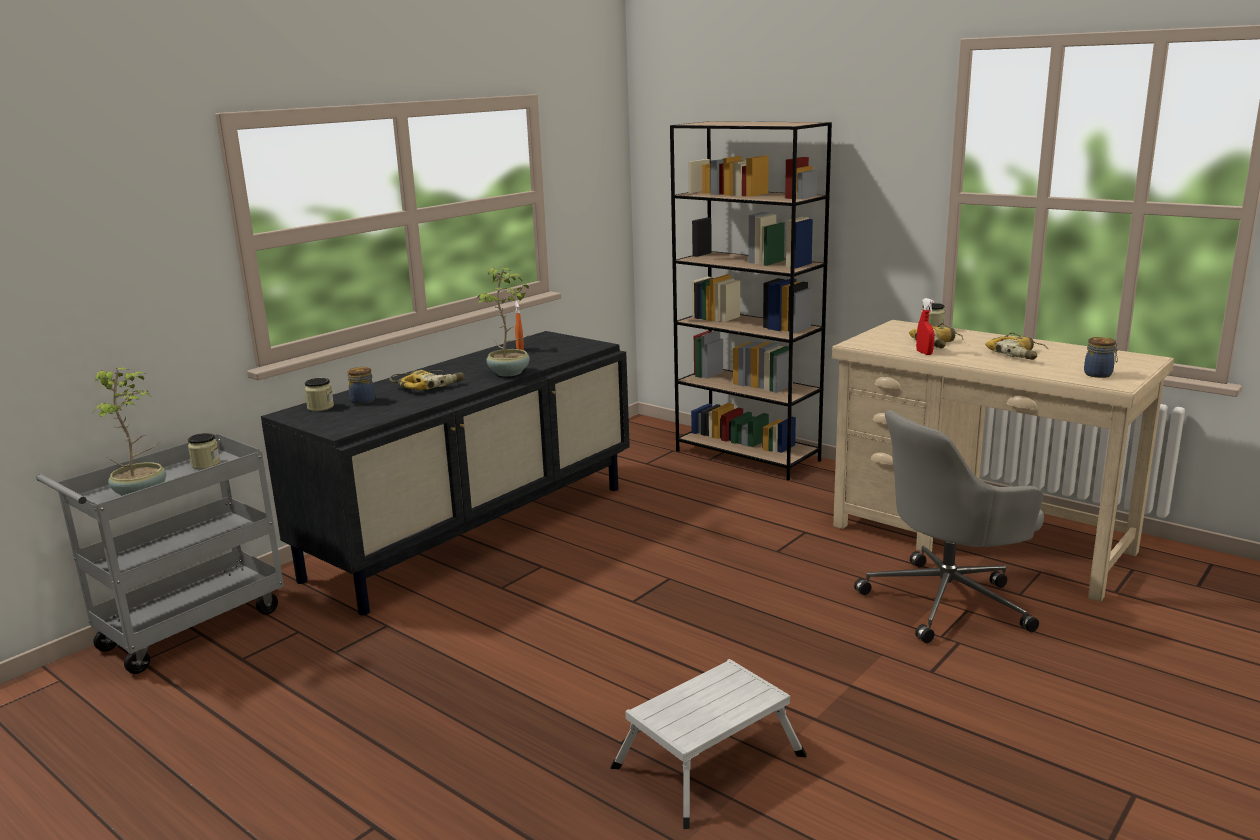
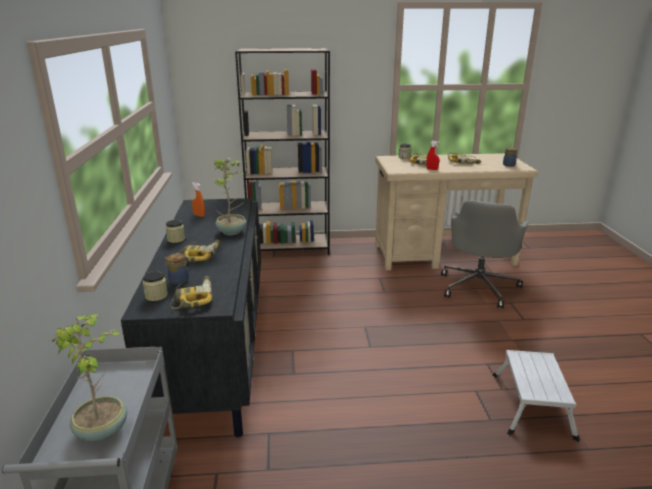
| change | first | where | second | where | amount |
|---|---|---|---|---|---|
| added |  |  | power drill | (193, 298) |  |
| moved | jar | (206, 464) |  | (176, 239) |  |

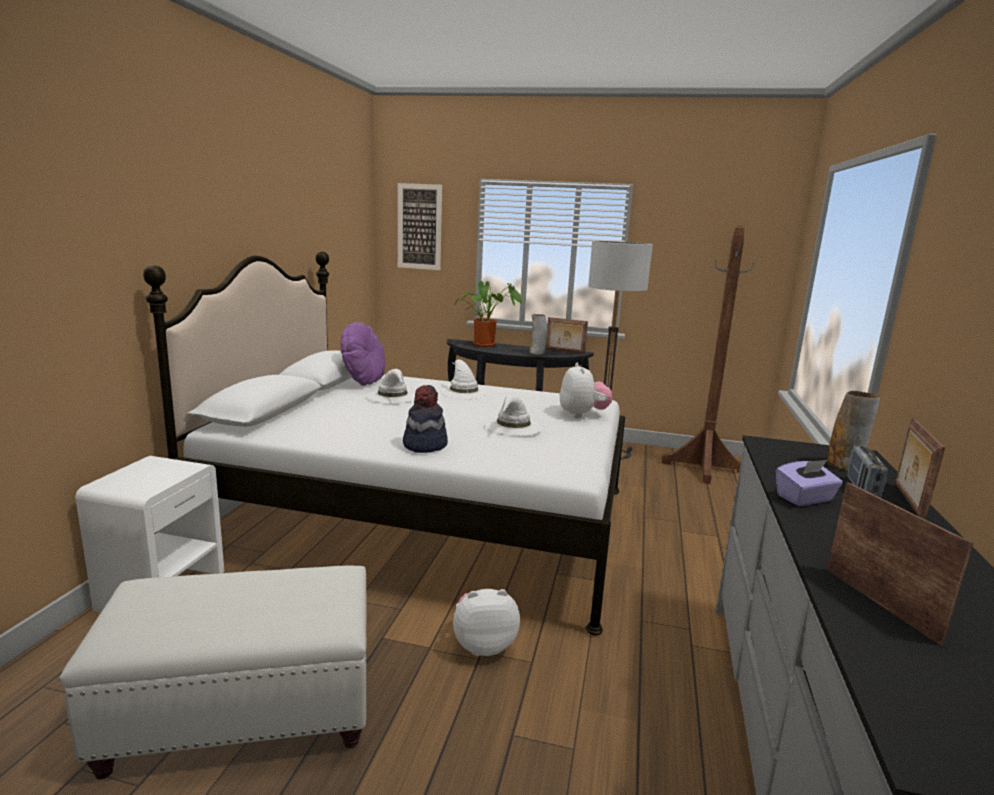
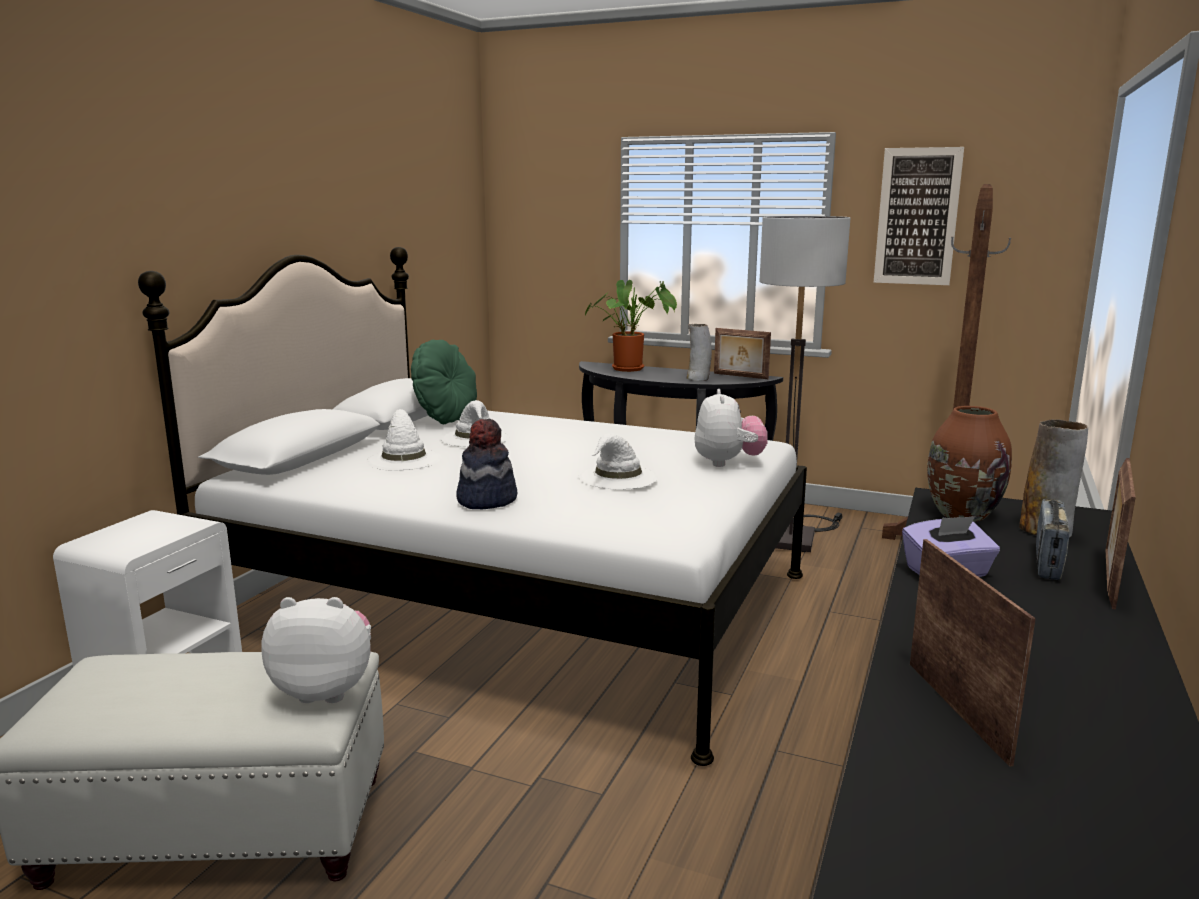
| change | first | where | second | where | amount |
|---|---|---|---|---|---|
| added |  |  | vase (brown) | (962, 514) |  |
| moved | picture | (419, 227) |  | (917, 217) |  |
| moved | hat (white) | (463, 392) |  | (403, 459) |  |
| moved | plush toy | (483, 645) |  | (326, 690) |  |
| recoloured | pillow (purple) | (363, 382) | pillow (green) | (446, 420) |  |

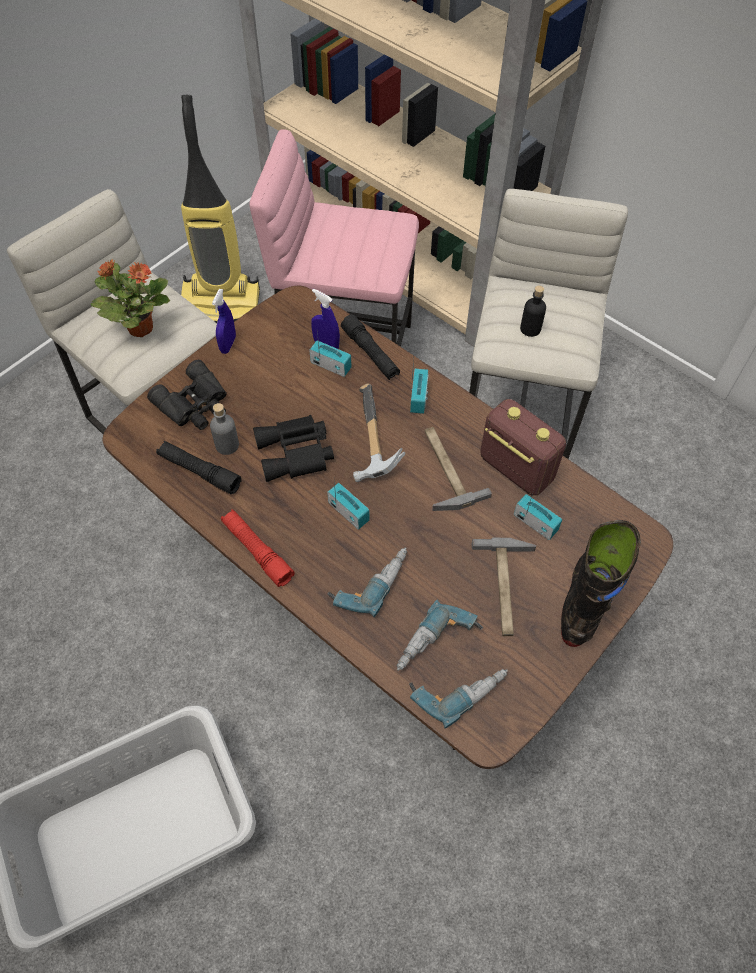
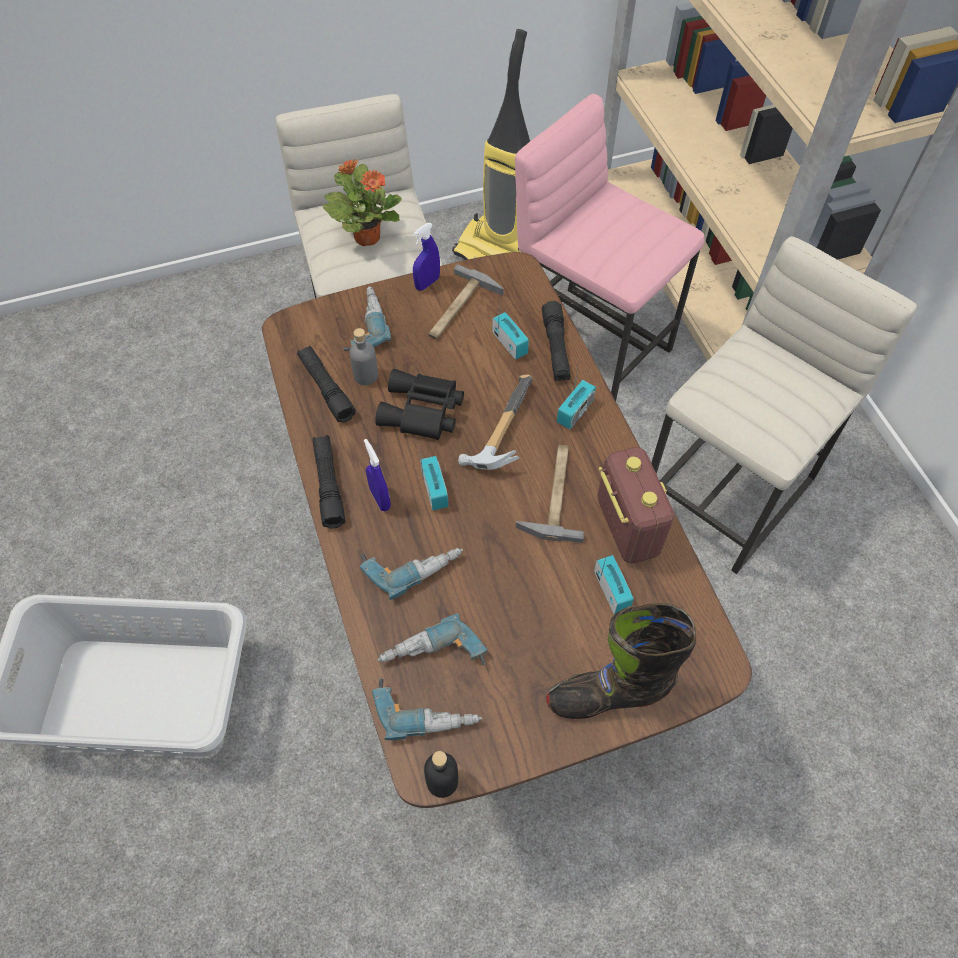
| change | first | where | second | where | amount |
|---|---|---|---|---|---|
| moved | spray bottle (blue) | (326, 345) |  | (380, 498) |  |
| moved | hammer | (506, 588) |  | (459, 309) |  |
| moved | bottle (black) | (530, 329) |  | (442, 781) |  |
| replaced | binoculars (black) | (195, 404) | power drill | (362, 326) |  |
| recoloured | flashlight (red) | (257, 551) | flashlight (black) | (328, 485) |  |
| turned | boot (black) | (583, 602) |  | (608, 694) | 150 degrees counterclockwise |

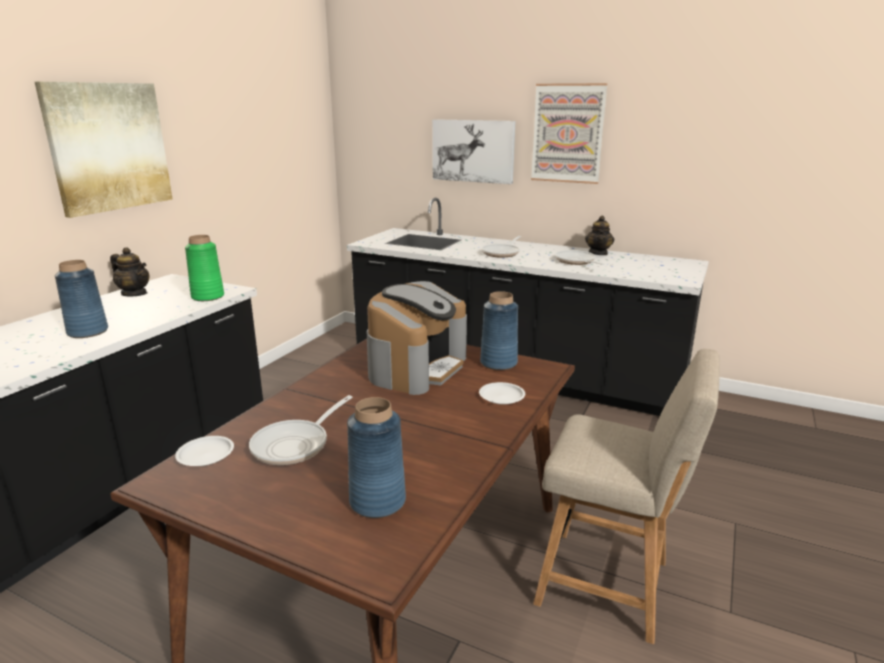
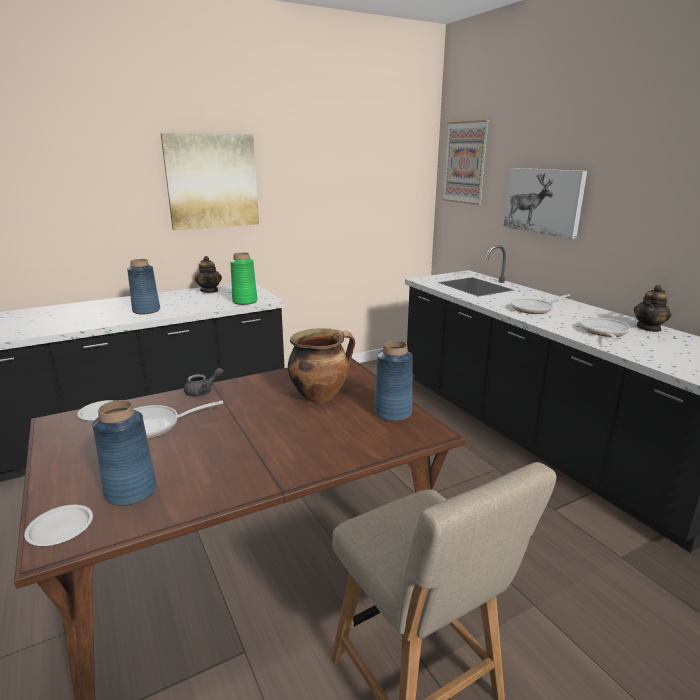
| change | first | where | second | where | amount |
|---|---|---|---|---|---|
| added |  |  | teapot (grey) | (203, 391) |  |
| moved | plate (white) | (501, 396) |  | (61, 528) |  |
| moved | picture | (567, 133) |  | (465, 162) |  |
| replaced | coffee machine | (417, 367) | cooking pot | (320, 395) |  |

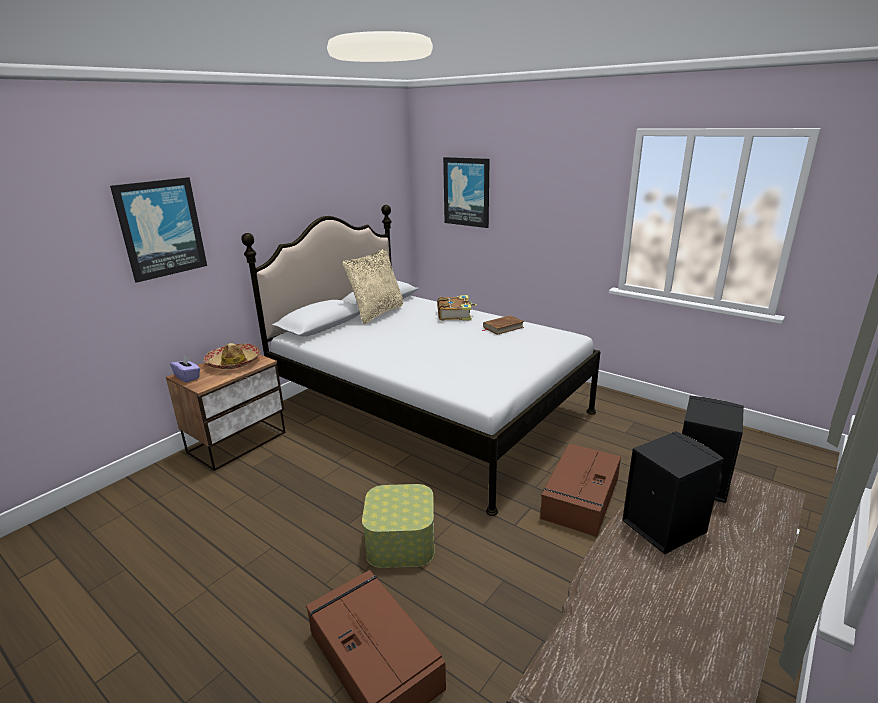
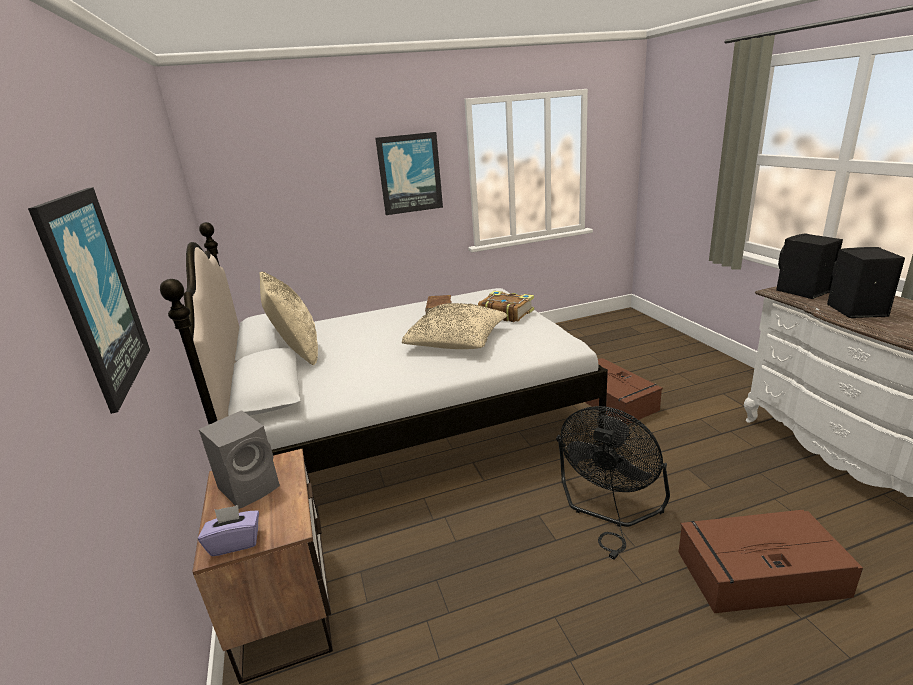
| change | first | where | second | where | amount |
|---|---|---|---|---|---|
| added |  |  | pillow (beige) | (456, 339) |  |
| moved | book | (455, 314) |  | (505, 313) |  |
| moved | picture | (467, 192) |  | (410, 173) |  |
| replaced | hat | (233, 362) | speaker (grey) | (251, 486) |  |
| replaced | storage box | (401, 541) | fan (black) | (607, 510) |  |

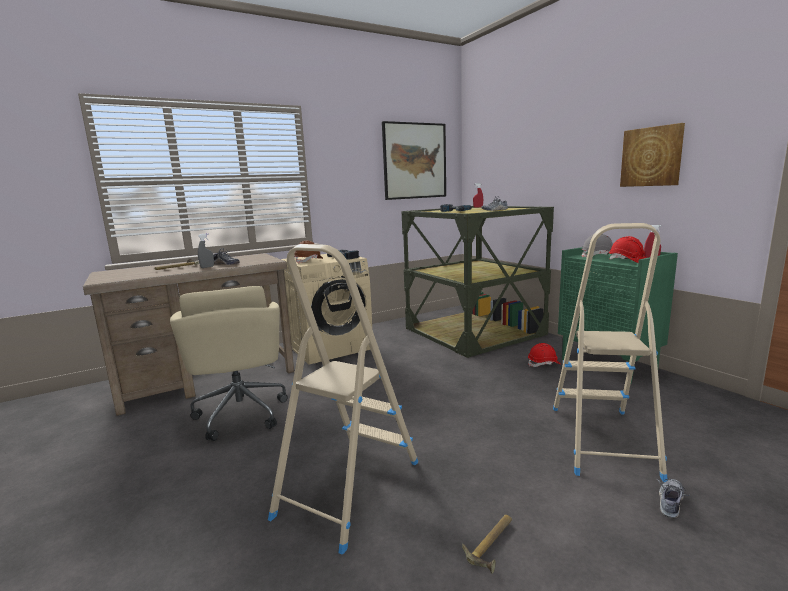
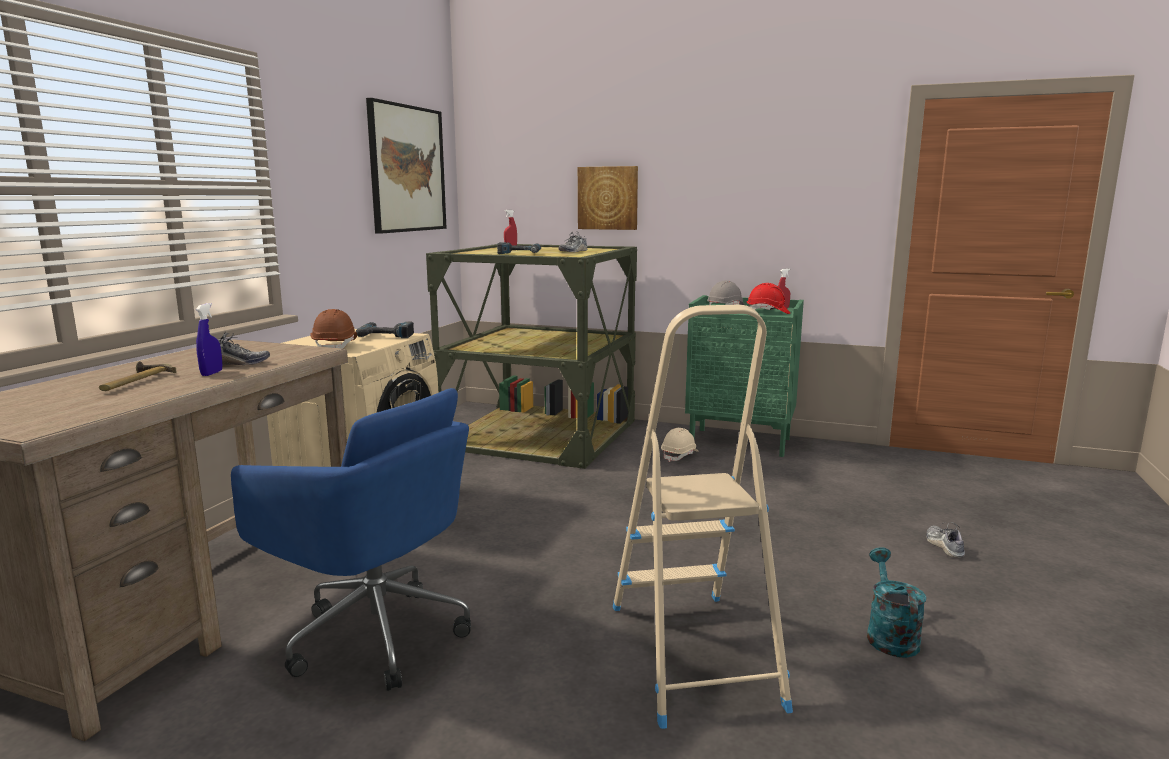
| change | first | where | second | where | amount |
|---|---|---|---|---|---|
| removed | step ladder (beige) | (601, 438) |  |  |  |
| moved | picture | (651, 157) |  | (608, 198) |  |
| replaced | hammer | (493, 544) | watering can (turquoise) | (889, 635) |  |
| recoloured | office chair (beige) | (241, 413) | office chair (blue) | (371, 636) |  |
| recoloured | spray bottle (grey) | (207, 267) | spray bottle (blue) | (211, 373) |  |
| recoloured | hard hat (red) | (544, 364) | hard hat (beige) | (680, 455) |  |

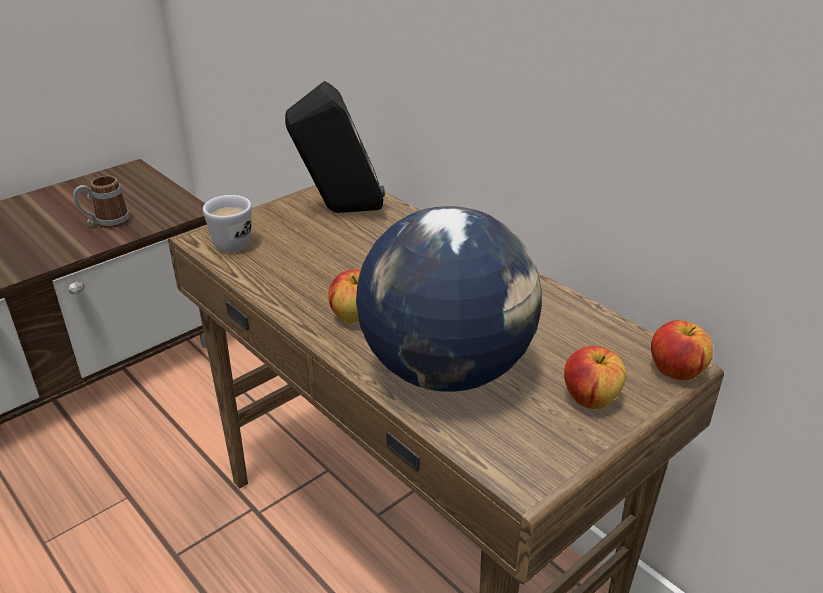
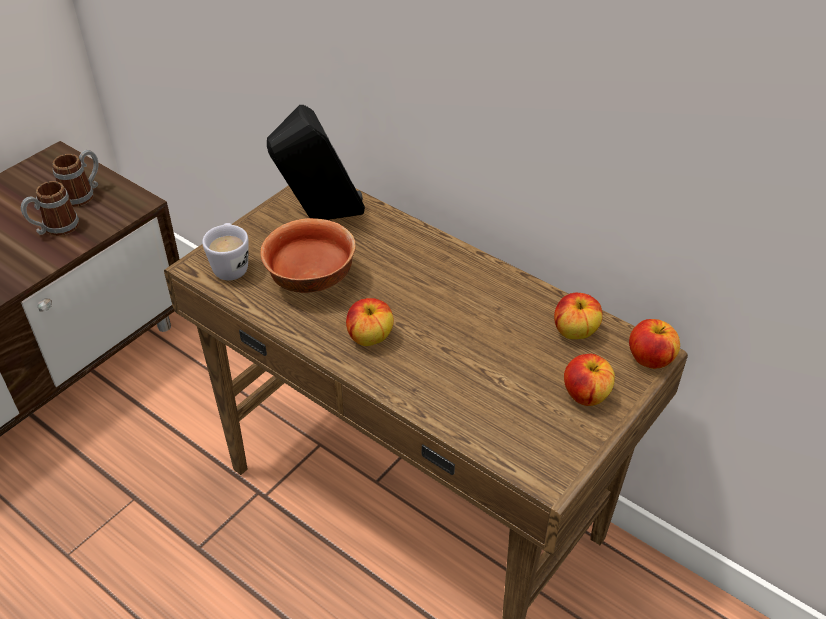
| change | first | where | second | where | amount |
|---|---|---|---|---|---|
| removed | globe | (446, 369) |  |  |  |
| added |  |  | mug | (83, 194) |  |
| added |  |  | bowl | (312, 281) |  |
| added |  |  | apple | (575, 332) |  |

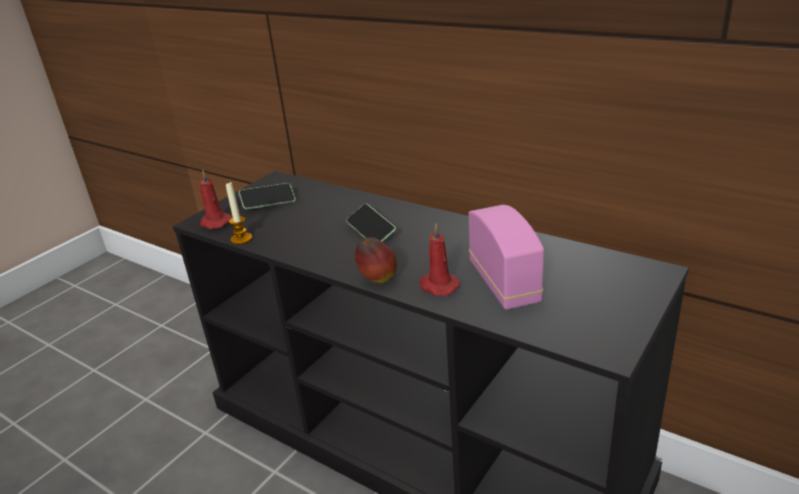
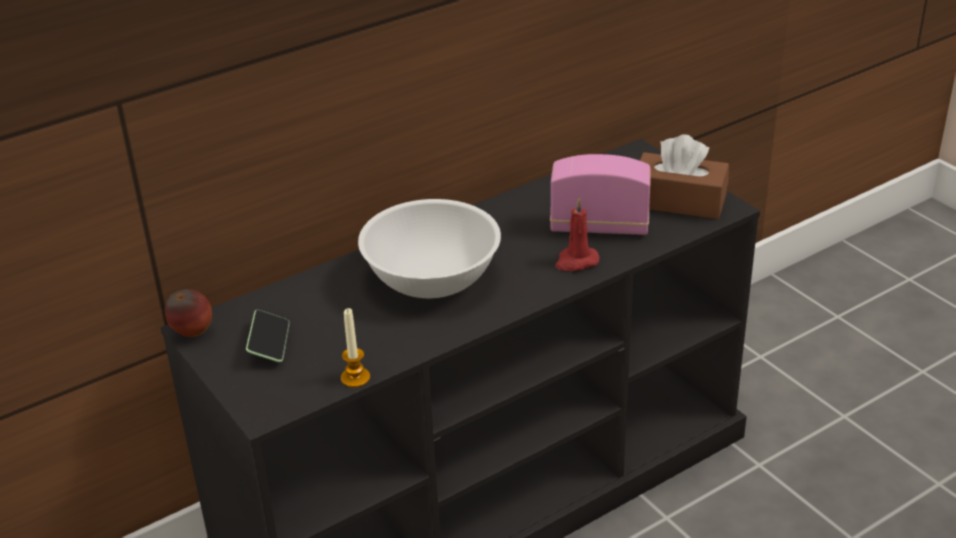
| change | first | where | second | where | amount |
|---|---|---|---|---|---|
| removed | candle (red) | (214, 222) |  |  |  |
| added |  |  | tissue box (brown) | (679, 201) |  |
| moved | apple | (377, 280) |  | (192, 334) |  |
| replaced | phone | (371, 232) | bowl (white) | (431, 279) |  |

